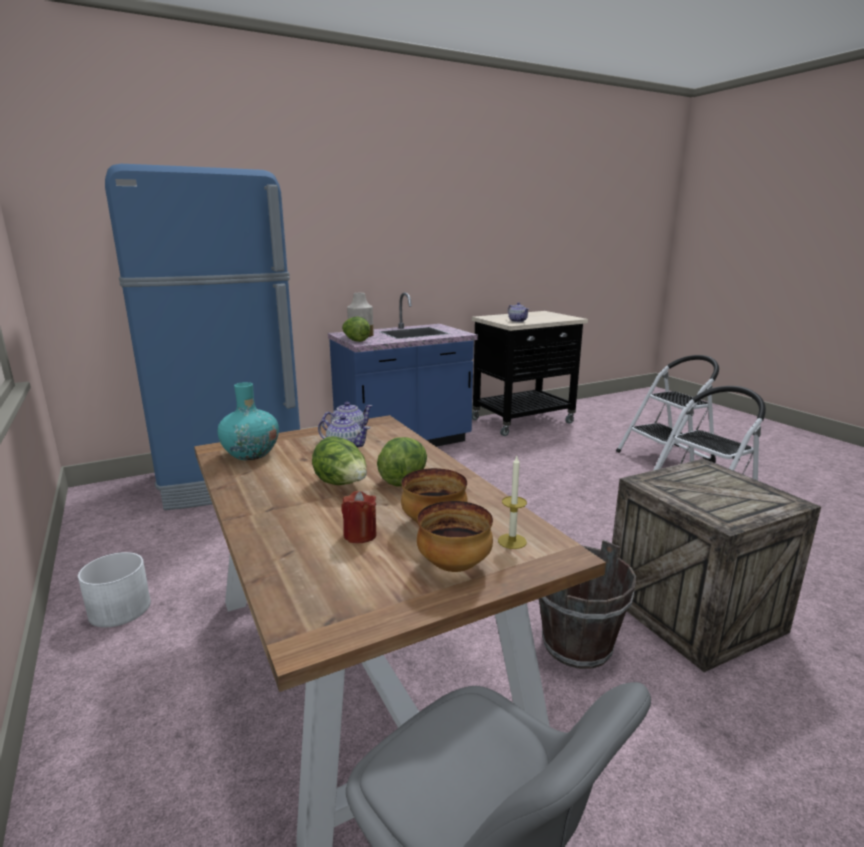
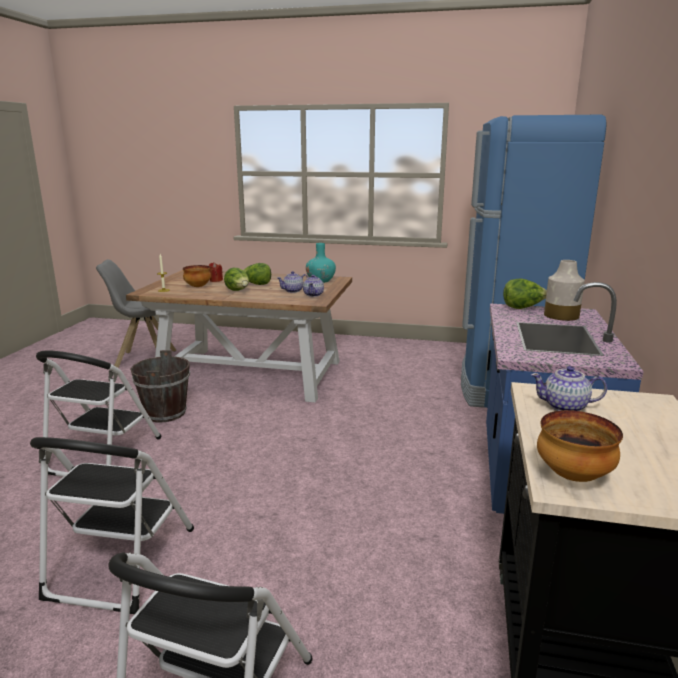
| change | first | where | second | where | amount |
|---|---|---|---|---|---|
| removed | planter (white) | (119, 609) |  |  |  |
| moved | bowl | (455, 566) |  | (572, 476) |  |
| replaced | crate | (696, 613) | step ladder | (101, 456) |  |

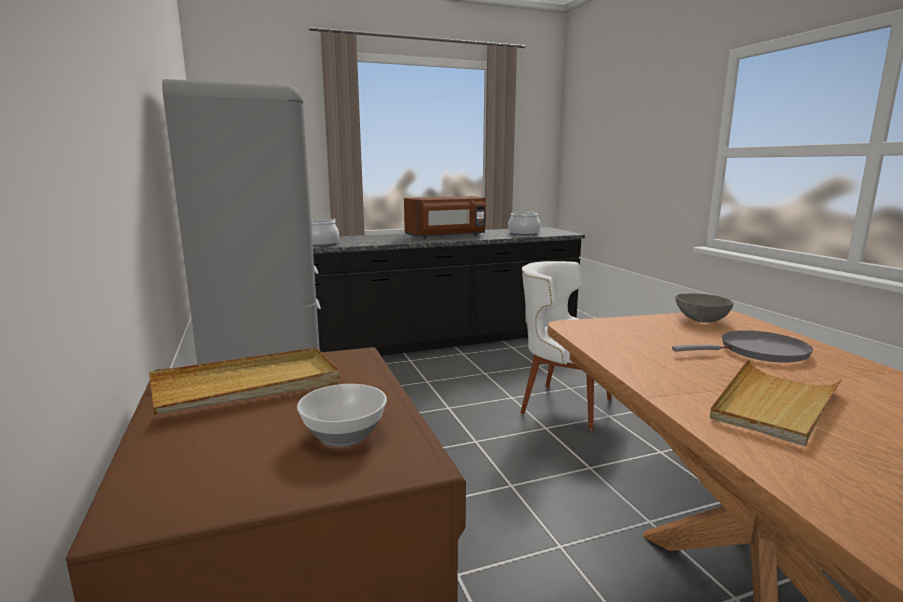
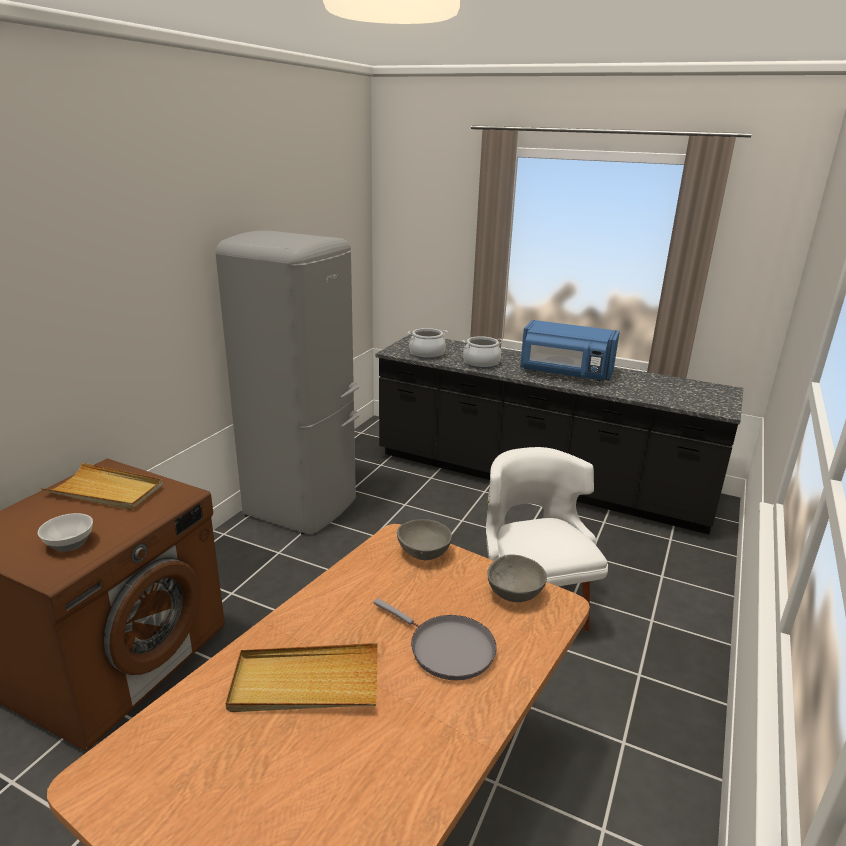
| change | first | where | second | where | amount |
|---|---|---|---|---|---|
| added |  |  | bowl (grey) | (424, 553) |  |
| moved | cooking pot | (523, 234) |  | (481, 363) |  |
| recoloured | microwave (brown) | (447, 236) | microwave (blue) | (565, 373) |  |

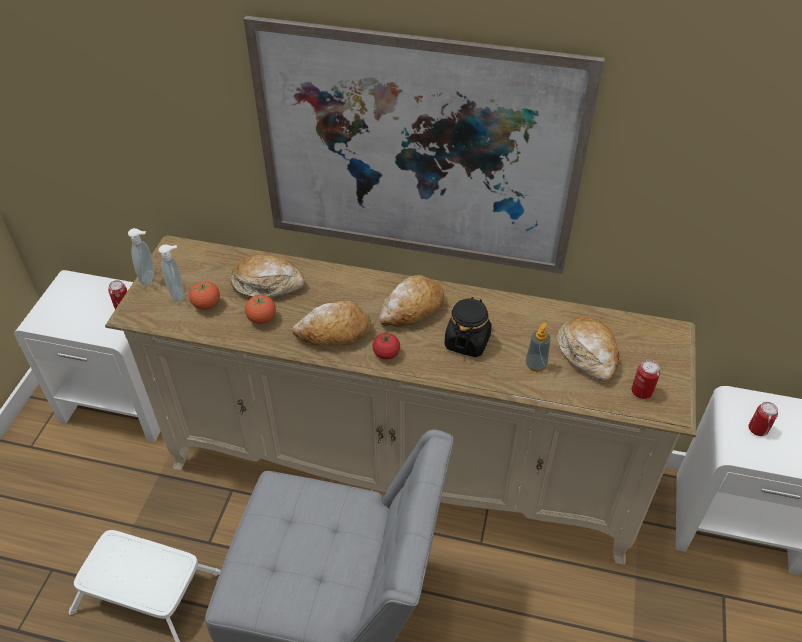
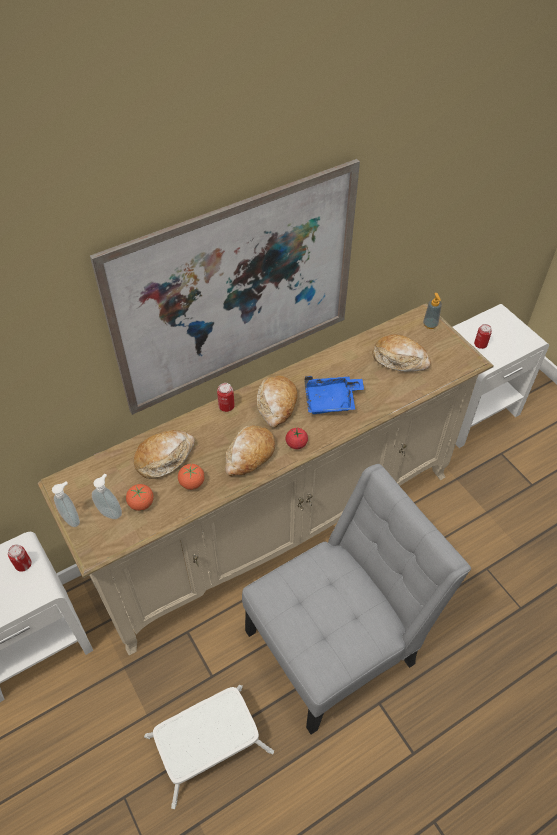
| change | first | where | second | where | amount |
|---|---|---|---|---|---|
| moved | soap dispenser | (535, 365) |  | (430, 324) |  |
| moved | can | (641, 391) |  | (226, 406) |  |
| replaced | jar (black) | (467, 341) | tray (blue) | (331, 401) |  |

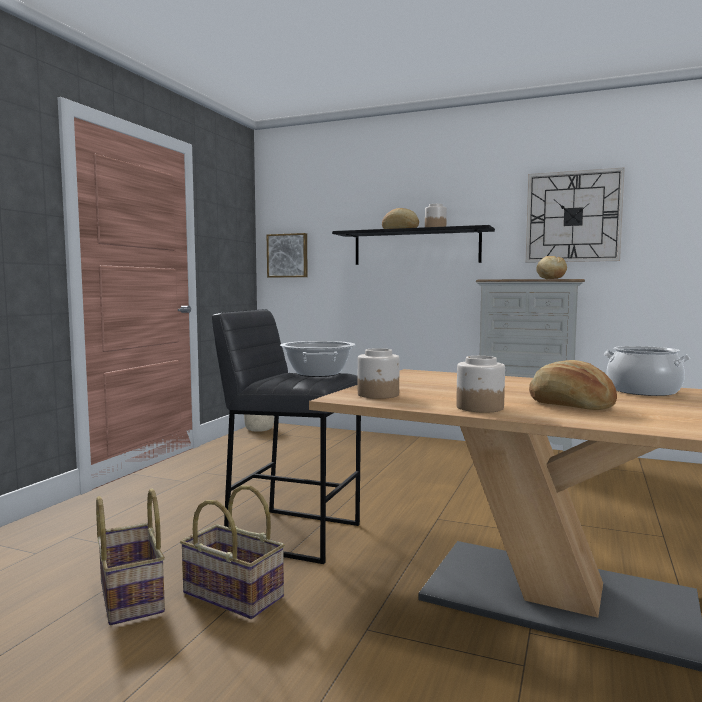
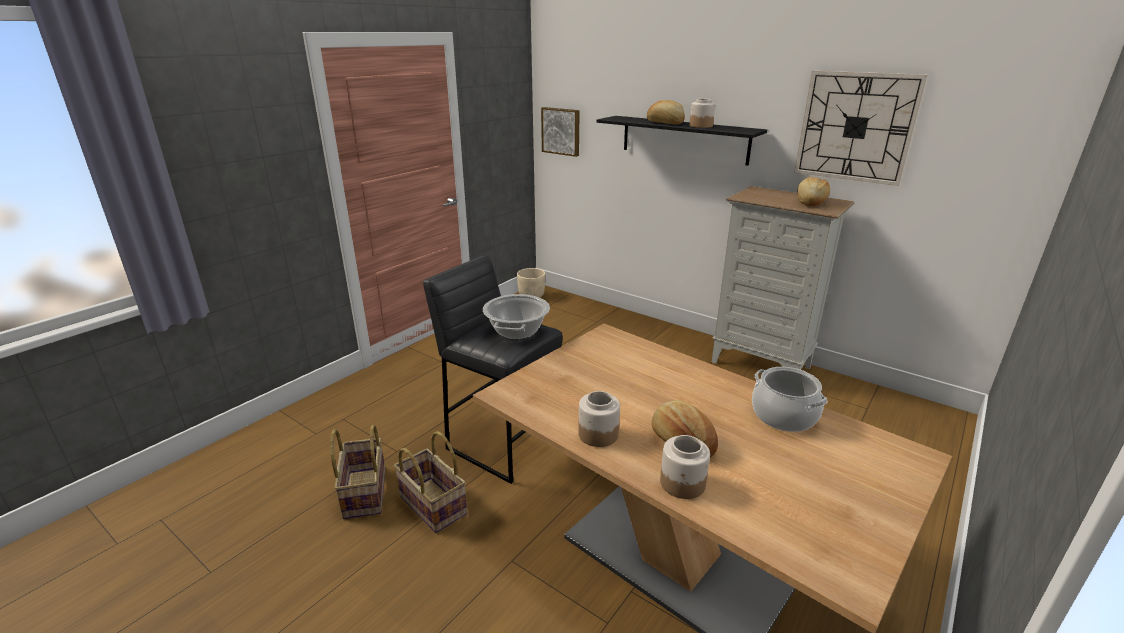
| change | first | where | second | where | amount |
|---|---|---|---|---|---|
| moved | jar | (378, 395) |  | (683, 483) |  |

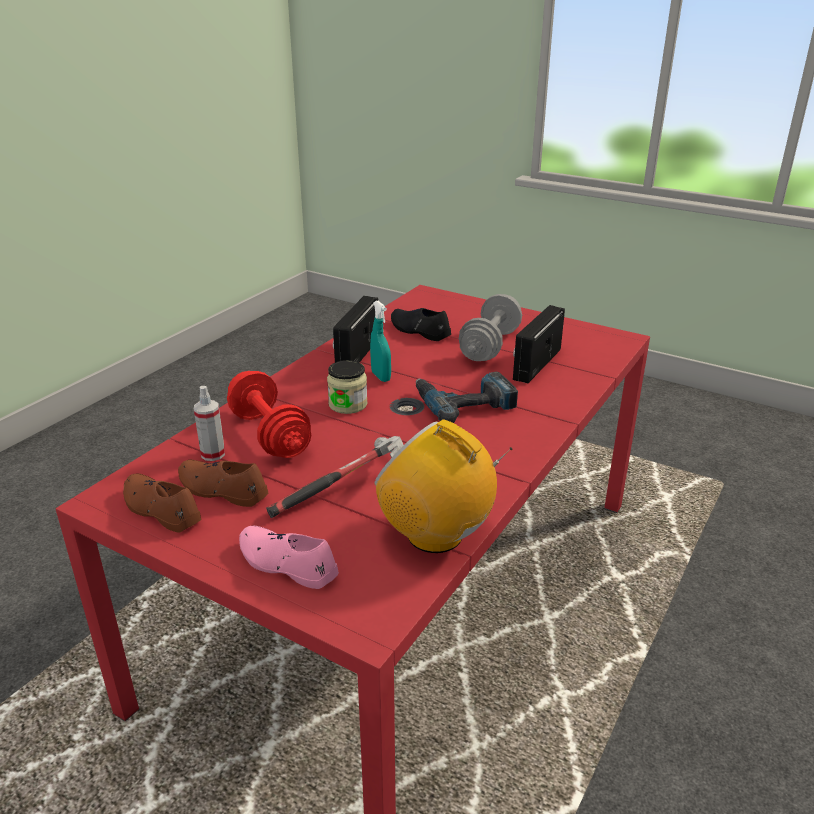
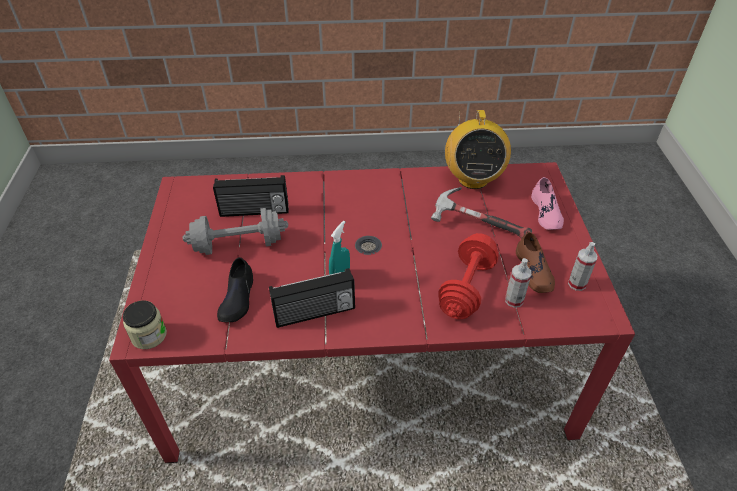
| change | first | where | second | where | amount |
|---|---|---|---|---|---|
| removed | power drill | (464, 402) |  |  |  |
| moved | jar | (348, 404) |  | (149, 335) |  |
| replaced | shoe (brown) | (161, 509) | spray bottle | (577, 284) |  |

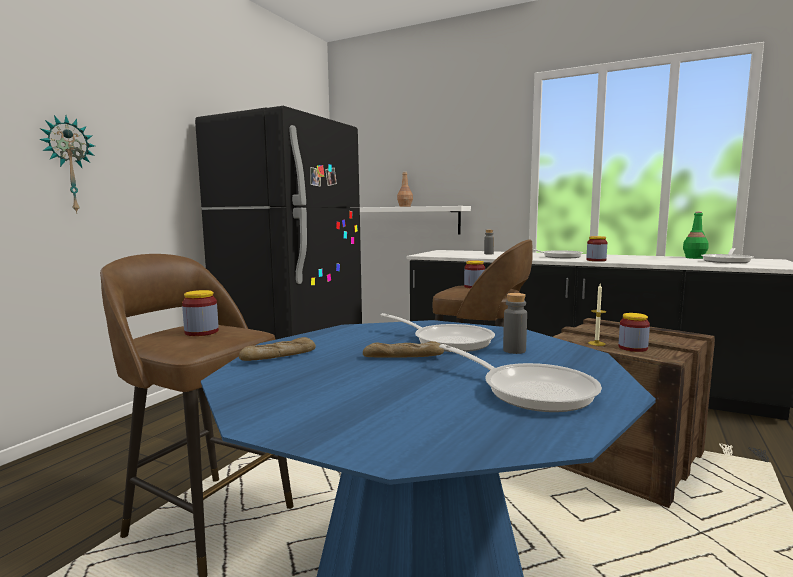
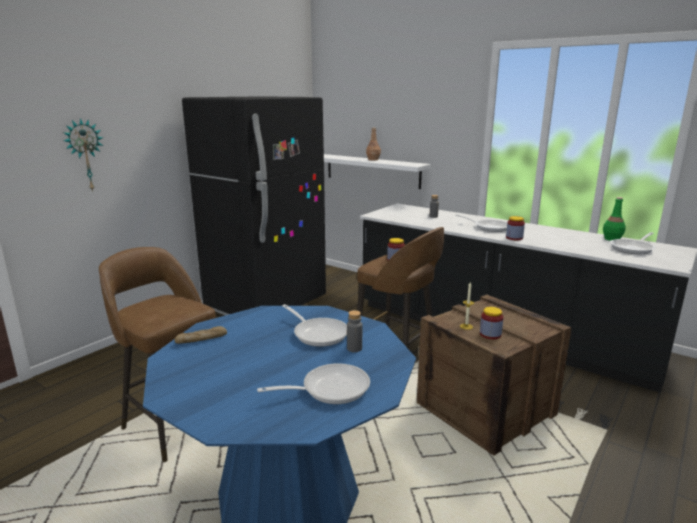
| change | first | where | second | where | amount |
|---|---|---|---|---|---|
| removed | jar | (201, 332) |  |  |  |
| removed | bread | (403, 357) |  |  |  |
| turned | frying pan | (530, 390) |  | (329, 389) | 75 degrees counterclockwise |

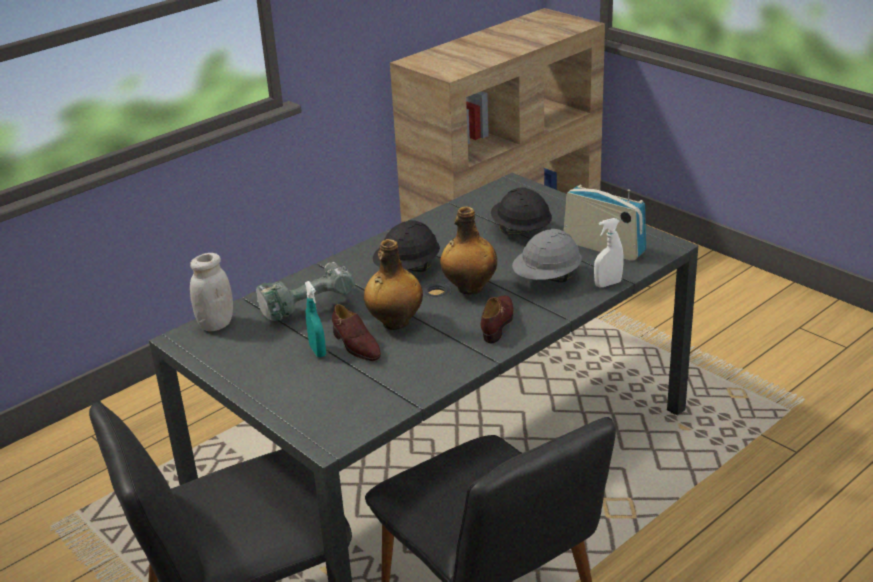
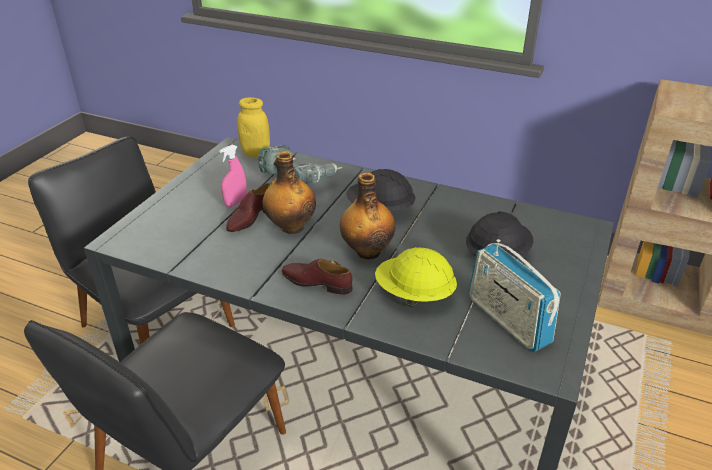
| change | first | where | second | where | amount |
|---|---|---|---|---|---|
| removed | spray bottle (white) | (608, 284) |  |  |  |
| recoloured | jar (white) | (216, 324) | jar (yellow) | (256, 153) |  |
| recoloured | spray bottle (turquoise) | (317, 351) | spray bottle (pink) | (236, 203) |  |
| recoloured | hard hat (grey) | (547, 279) | hard hat (yellow) | (414, 295) |  |
| turned | shoe (brown) | (498, 323) |  | (317, 282) | 150 degrees counterclockwise |
| turned | radio | (603, 247) |  | (507, 320) | 135 degrees clockwise |

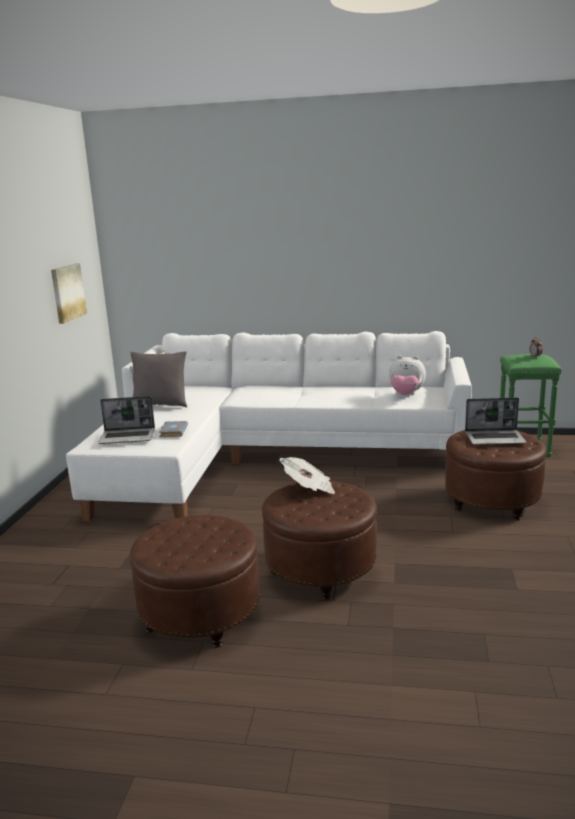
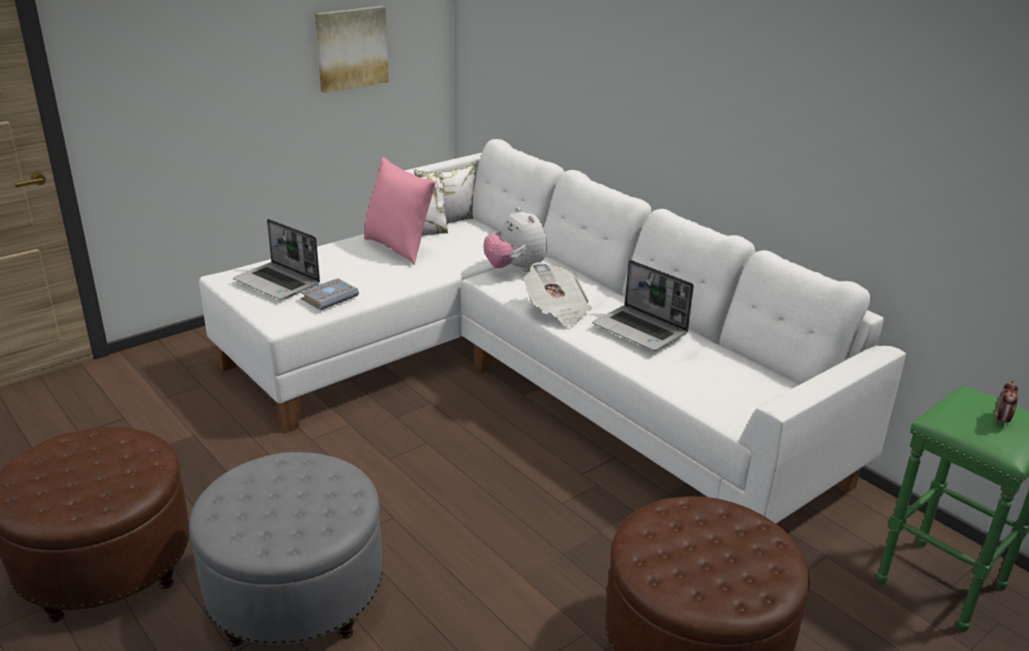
| change | first | where | second | where | amount |
|---|---|---|---|---|---|
| moved | newspaper | (309, 489) |  | (557, 311) |  |
| moved | plush toy | (406, 395) |  | (515, 269) |  |
| moved | laptop | (495, 438) |  | (641, 330) |  |
| recoloured | pillow (grey) | (161, 405) | pillow (pink) | (399, 248) |  |
| recoloured | ottoman (brown) | (320, 570) | ottoman (grey) | (296, 597) |  |

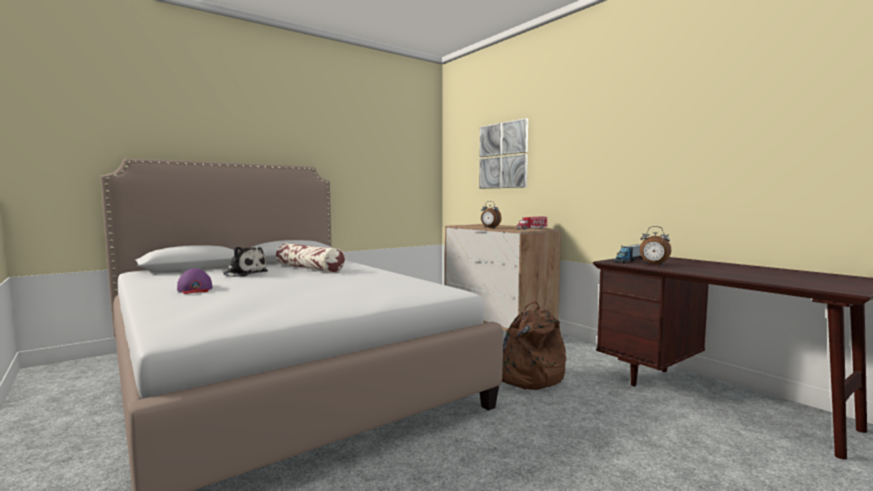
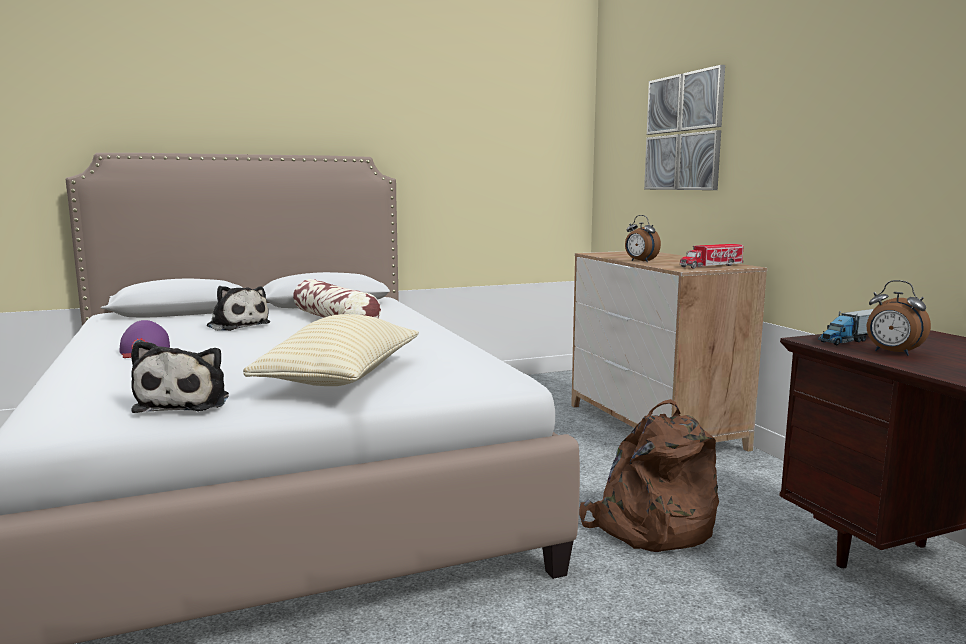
| change | first | where | second | where | amount |
|---|---|---|---|---|---|
| added |  |  | plush toy | (186, 403) |  |
| added |  |  | pillow (beige) | (341, 378) |  |

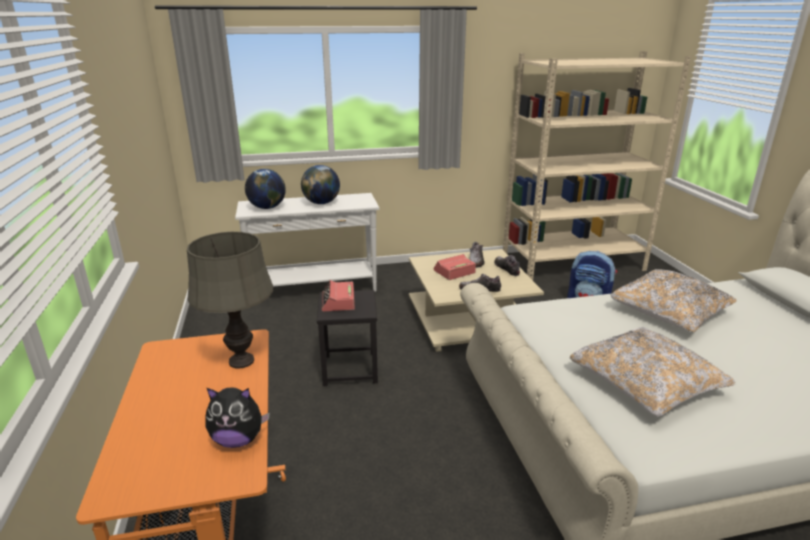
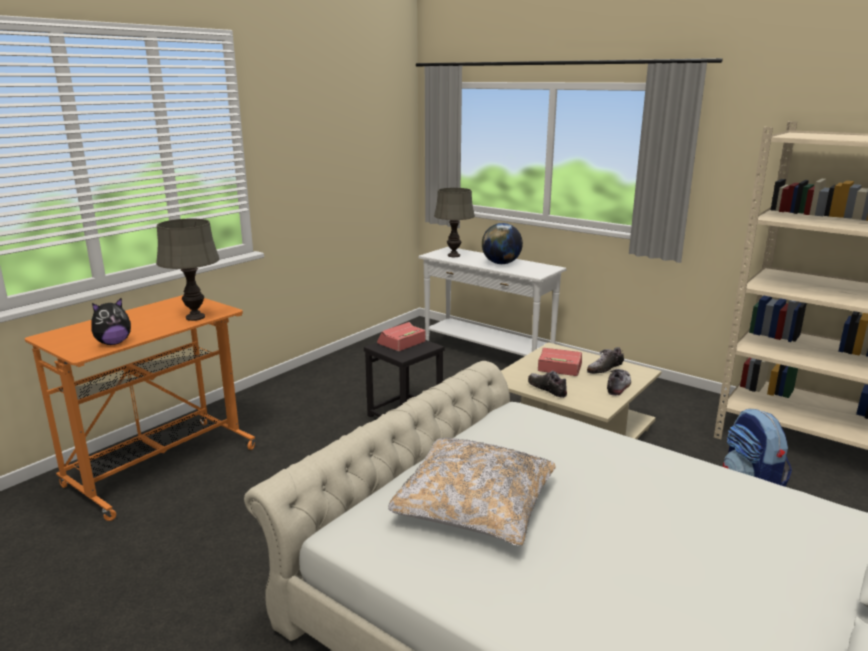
| change | first | where | second | where | amount |
|---|---|---|---|---|---|
| removed | pillow (white) | (668, 311) |  |  |  |
| replaced | globe | (267, 208) | table lamp (grey) | (454, 255) |  |
| turned | plush toy | (238, 439) |  | (113, 343) | 90 degrees counterclockwise |

